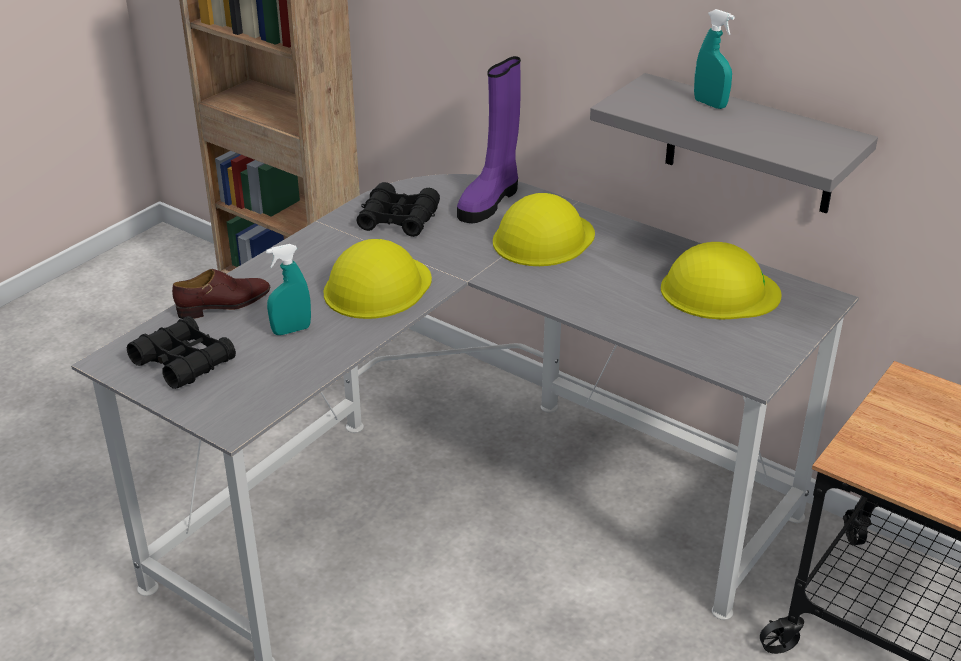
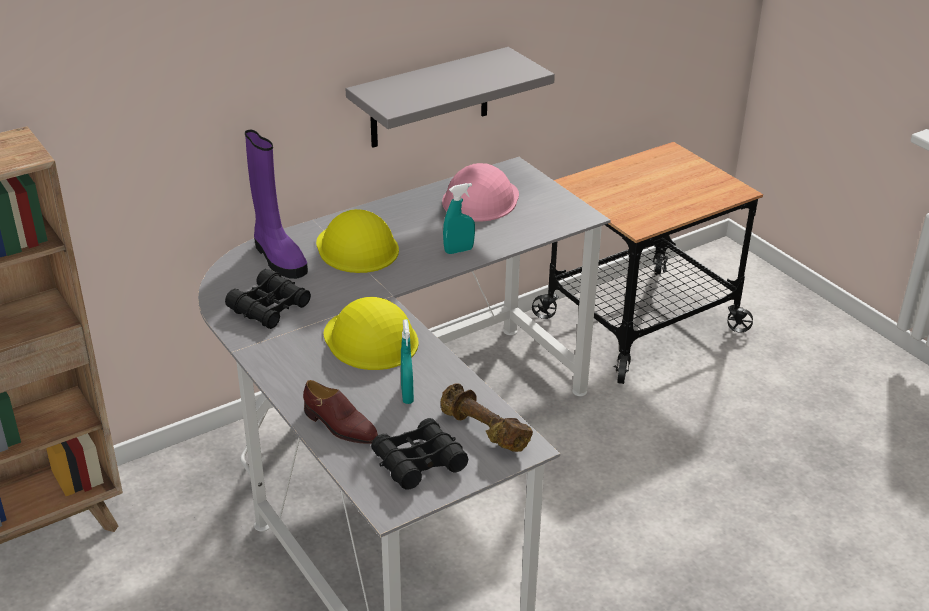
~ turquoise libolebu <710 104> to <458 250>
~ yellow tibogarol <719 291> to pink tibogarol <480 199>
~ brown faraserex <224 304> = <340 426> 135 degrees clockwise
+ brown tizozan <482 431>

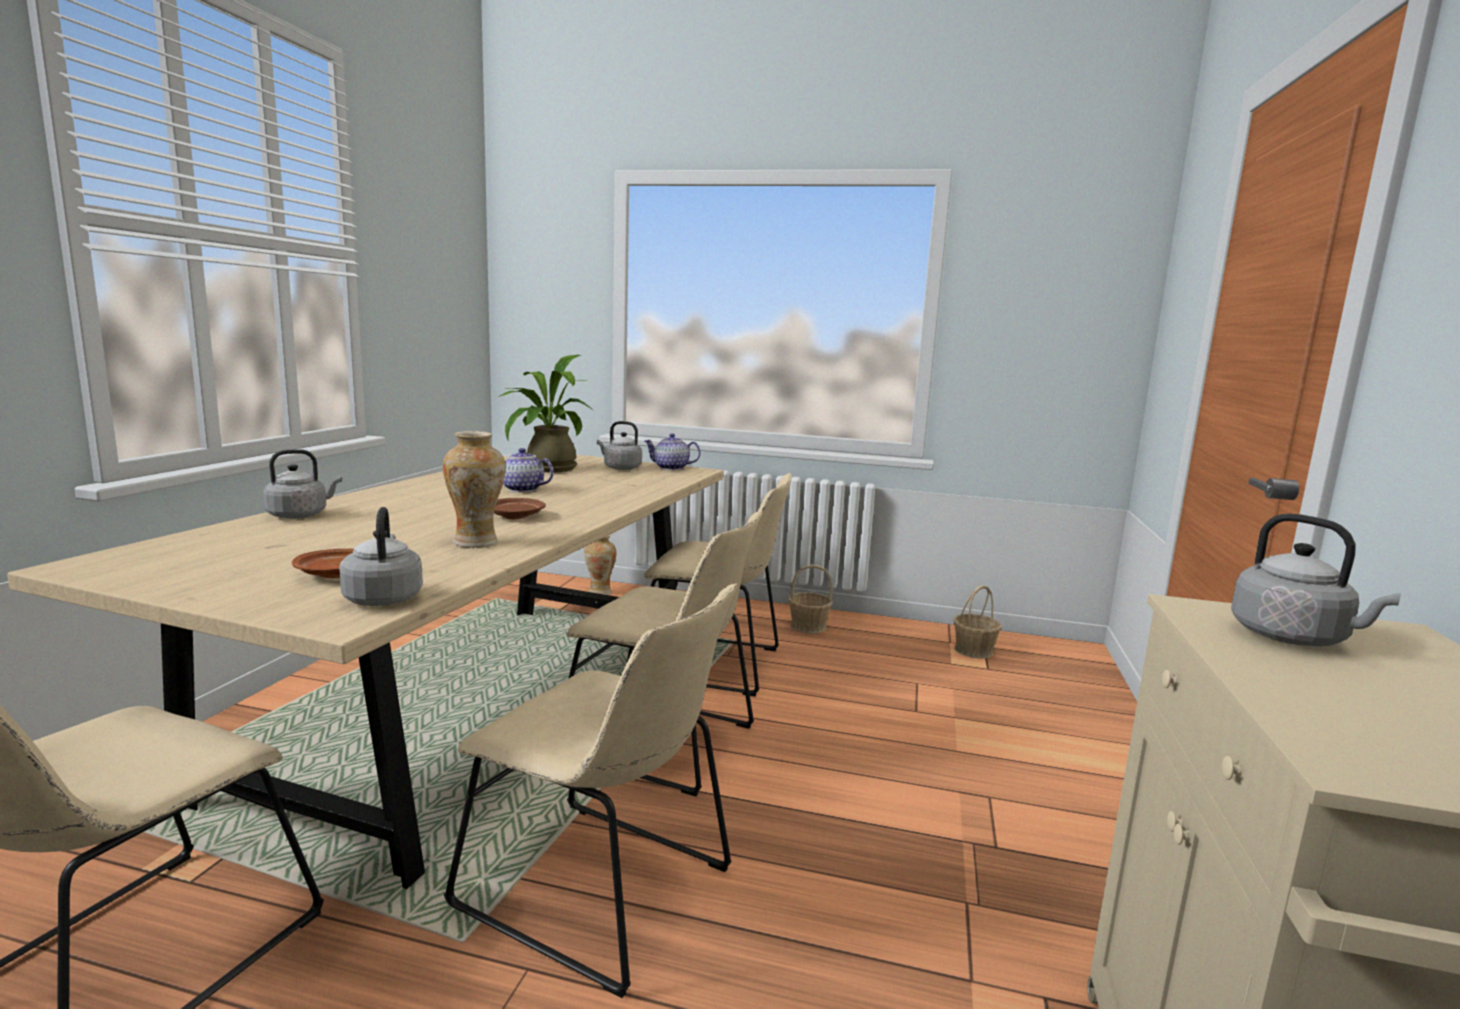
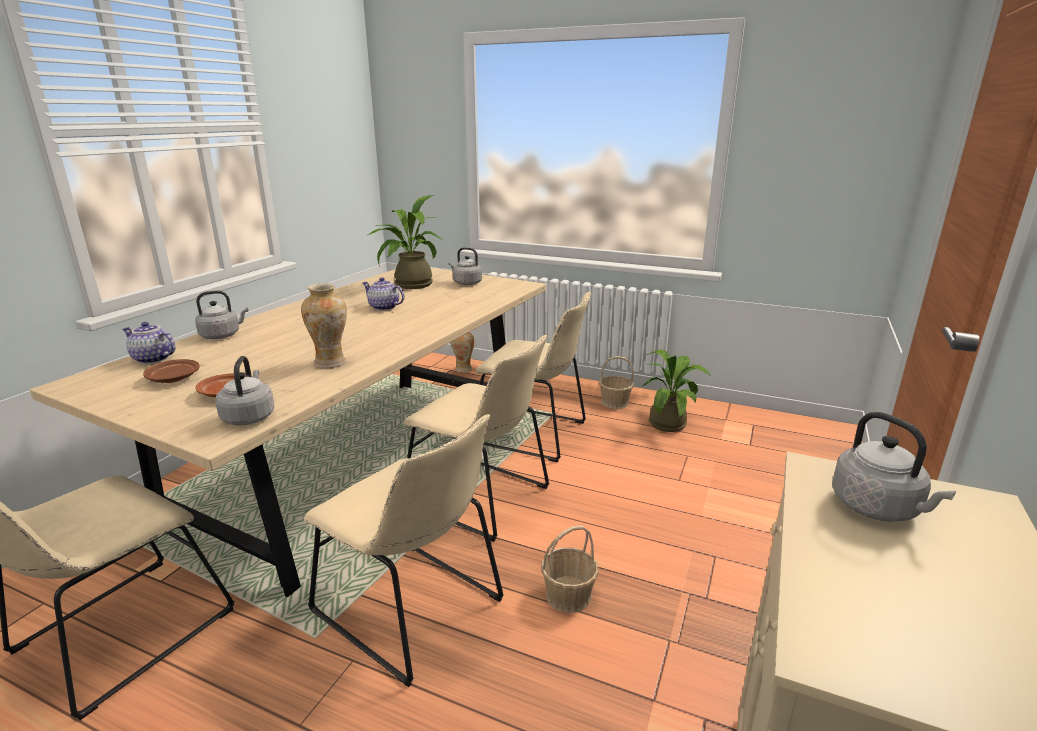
~ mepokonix <670 468> to <152 359>
~ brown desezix <515 516> to <173 378>
~ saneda <974 650> to <569 595>
+ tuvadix <670 422>

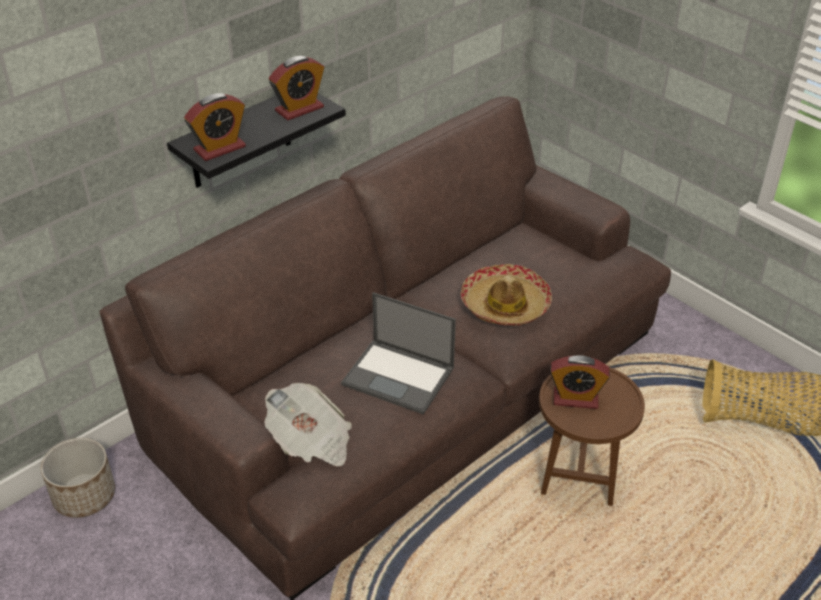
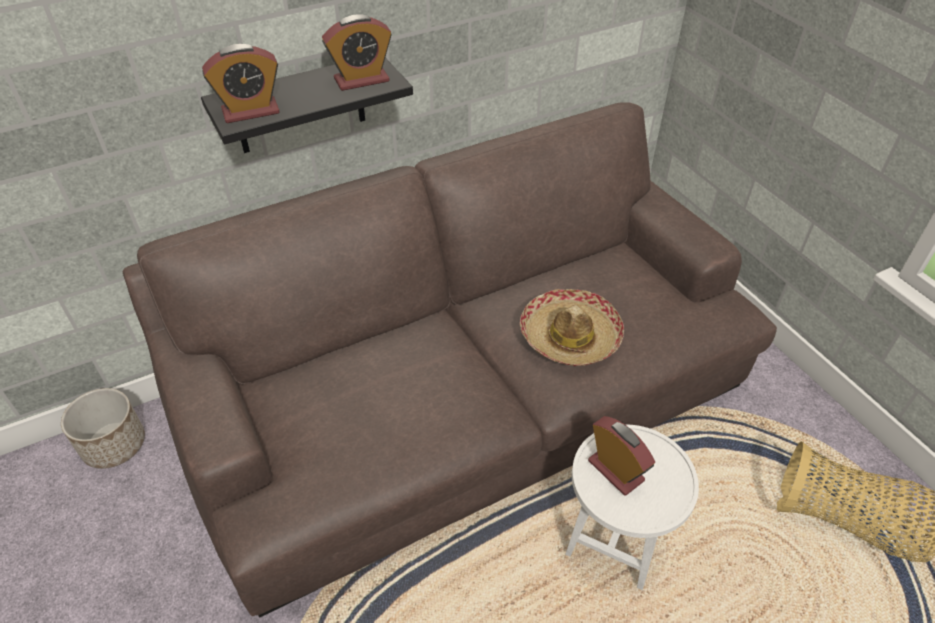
- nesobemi <399 376>
~ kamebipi <575 399> = <615 470> 150 degrees counterclockwise
~ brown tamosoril <579 477> to white tamosoril <614 543>
- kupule <311 441>

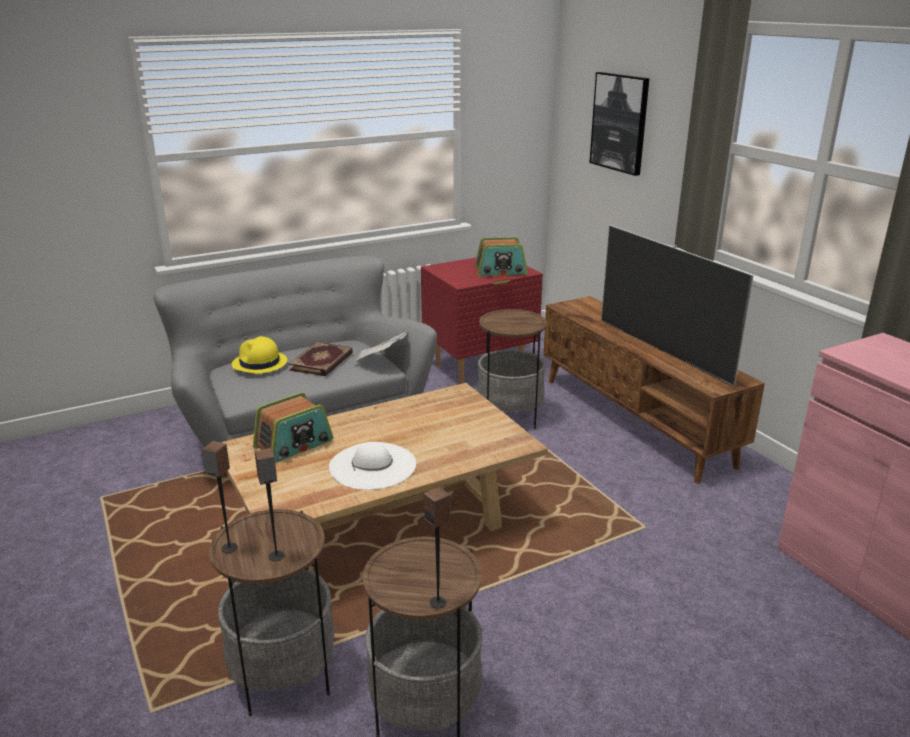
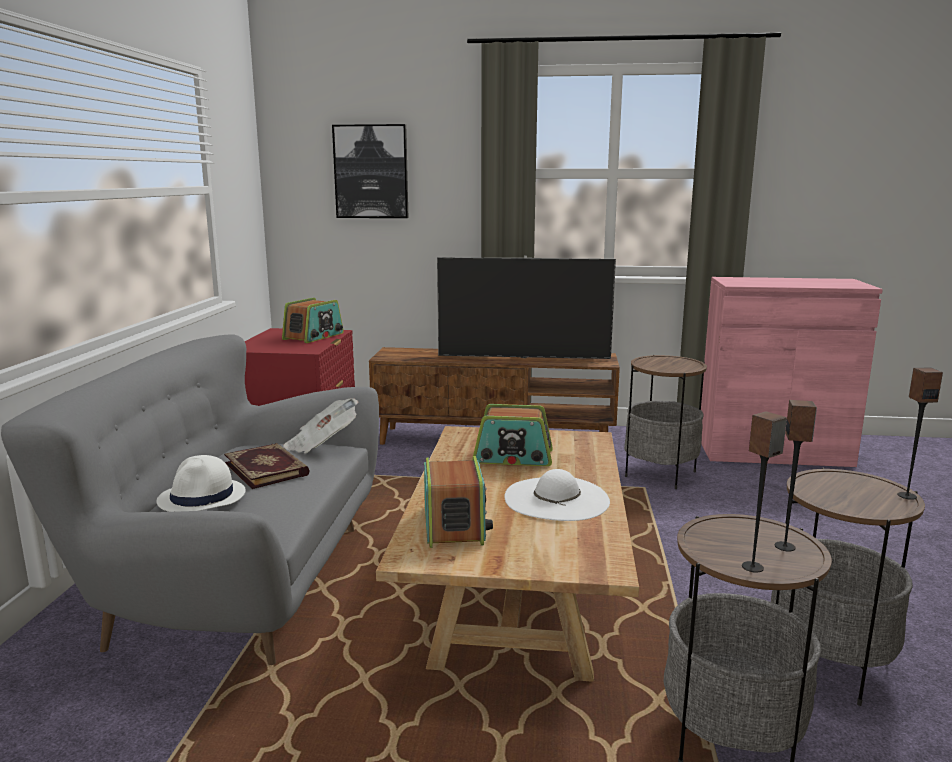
~ tamosoril <509 417> to <660 474>
~ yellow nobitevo <259 363> to white nobitevo <202 497>
+ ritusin <513 457>

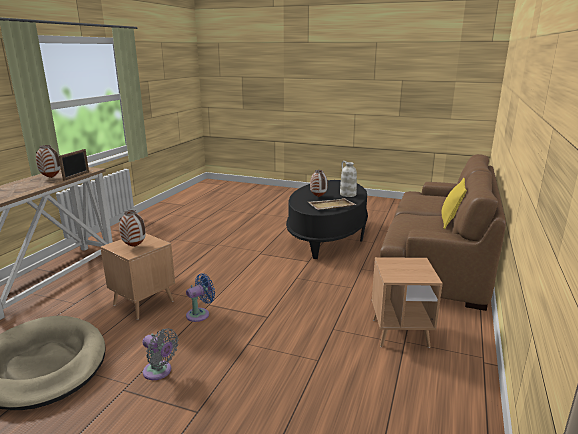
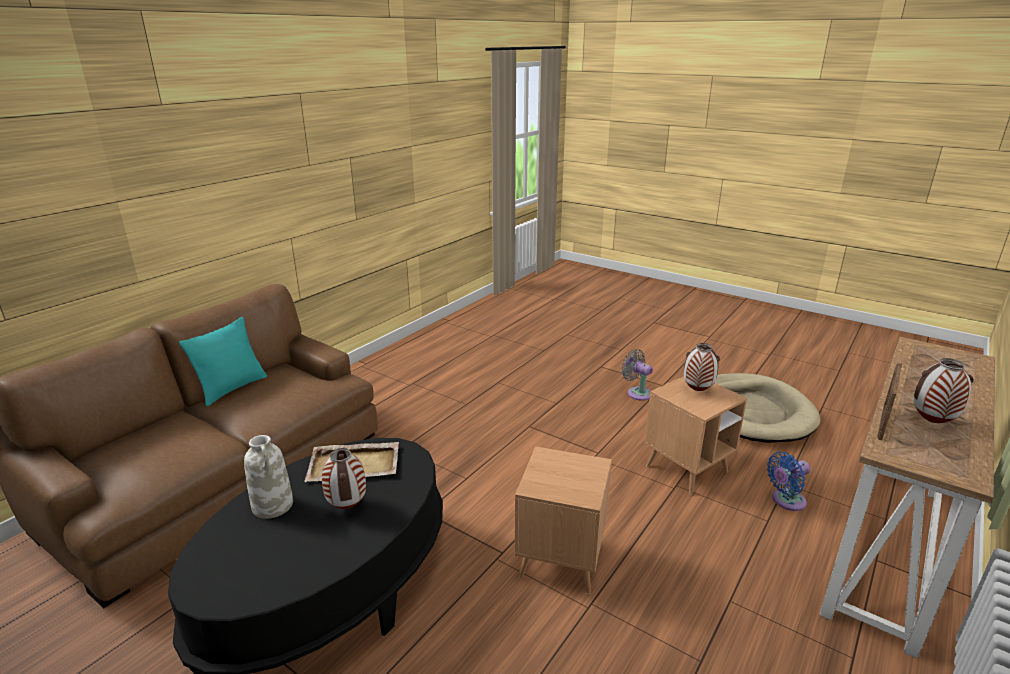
~ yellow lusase <450 222> to turquoise lusase <232 388>
~ brown tamosoril <400 333> to <561 560>
~ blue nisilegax <200 314> to <785 501>

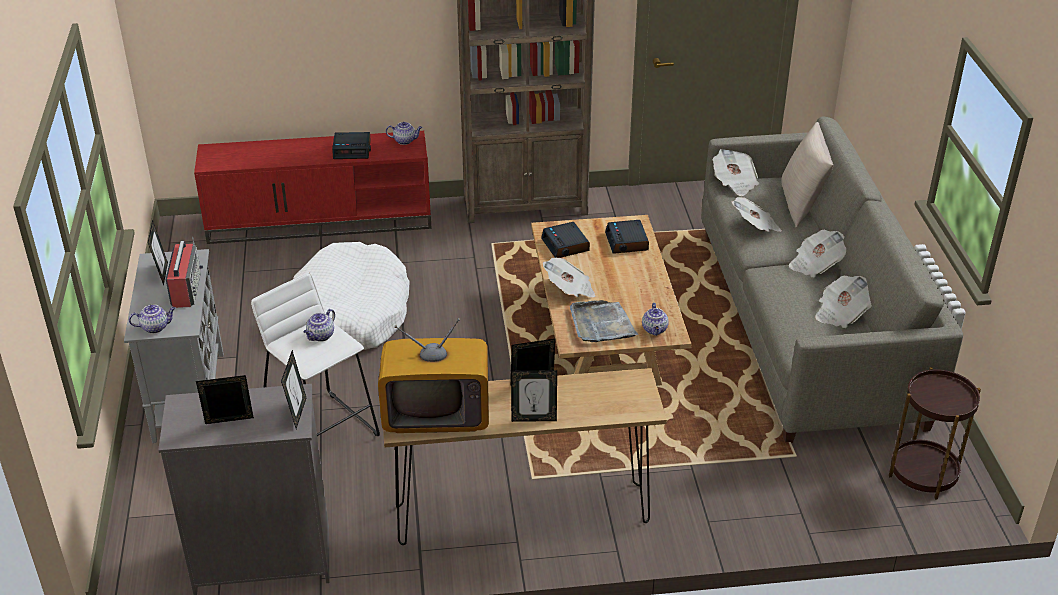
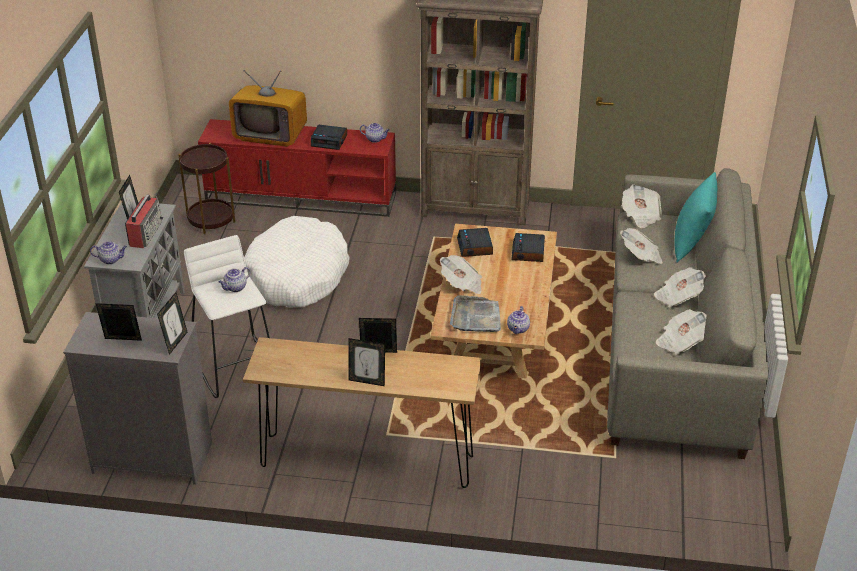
~ beige lusase <801 205> to turquoise lusase <691 243>
~ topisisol <436 412> to <270 134>
~ brown tamosoril <923 473> to <211 220>

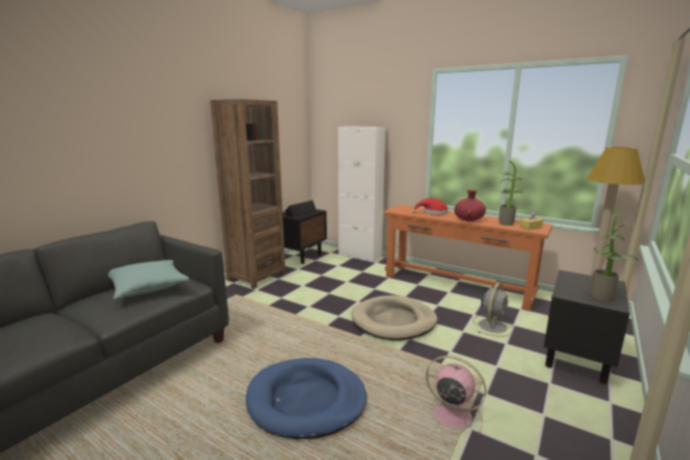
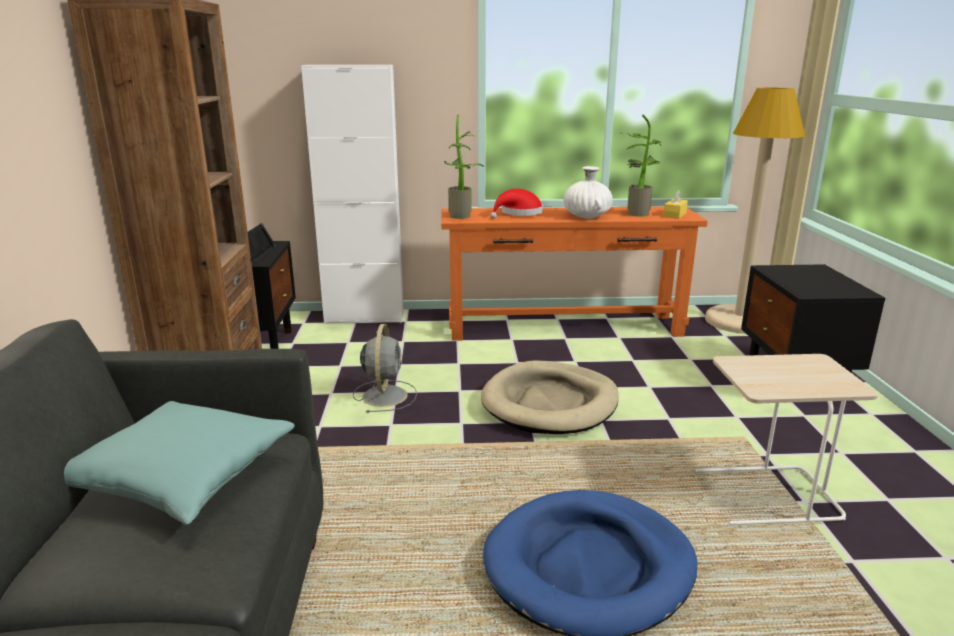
~ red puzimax <469 220> to white puzimax <586 216>
~ tuvadix <604 298> to <463 216>
~ grey nisilegax <492 325> to <385 395>
~ pink nisilegax <450 414> to beige tamosoril <767 496>

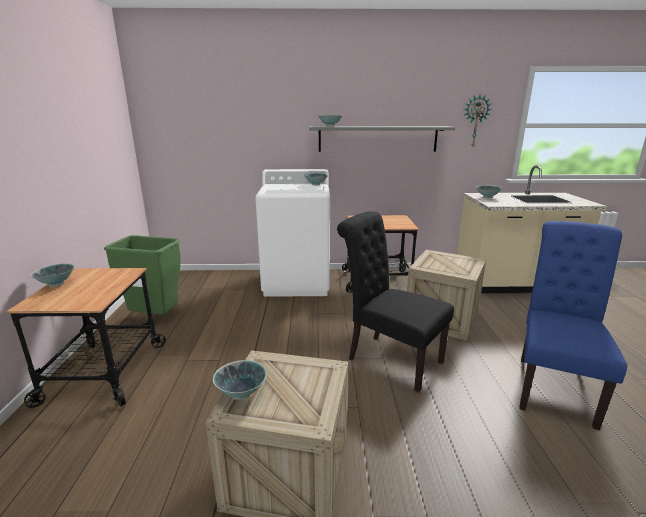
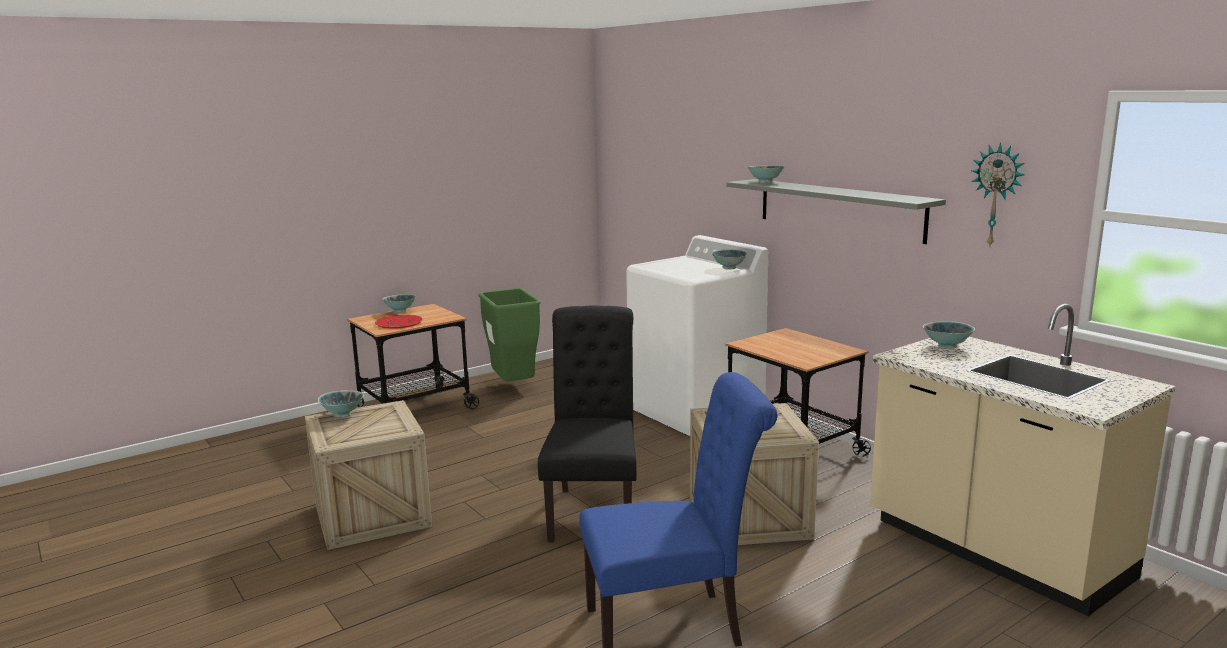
+ red desezix <399 322>

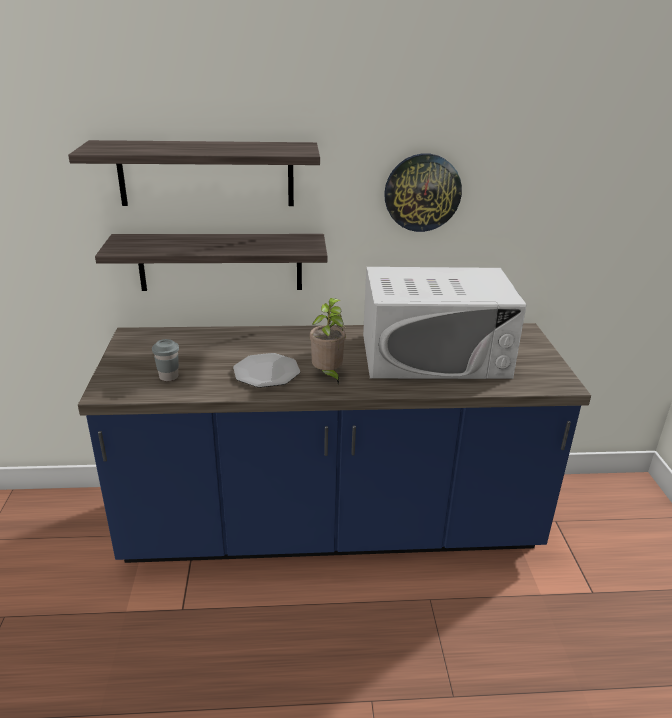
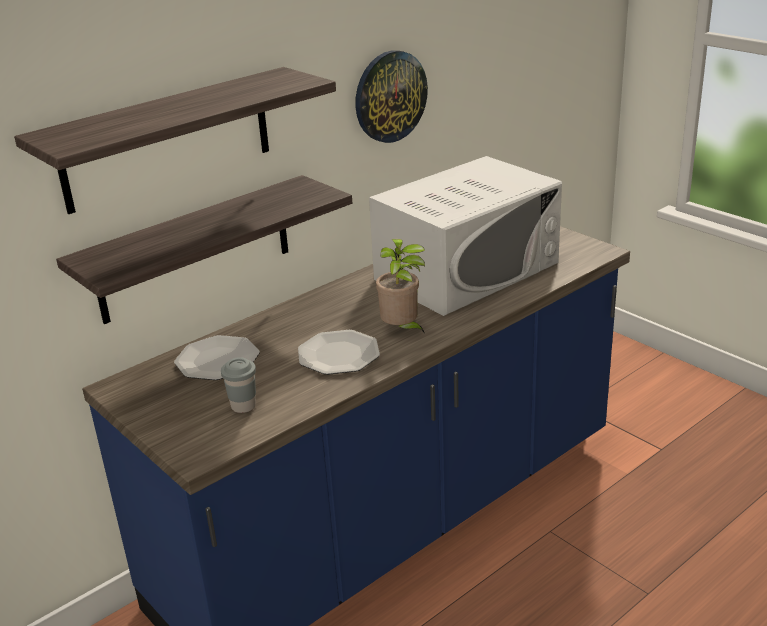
+ desezix <217 360>

